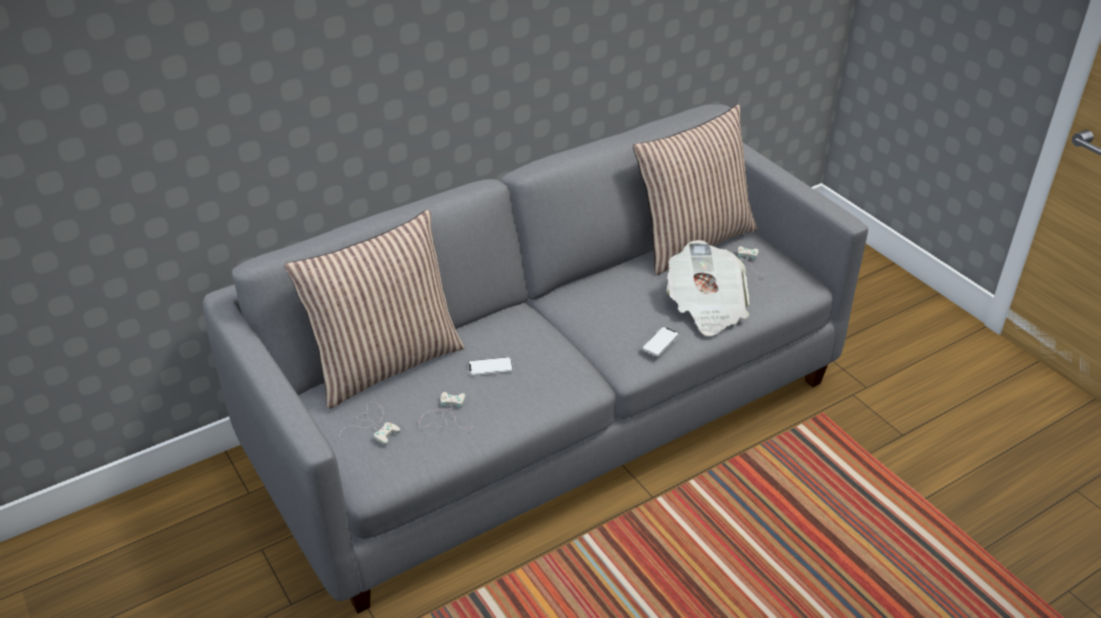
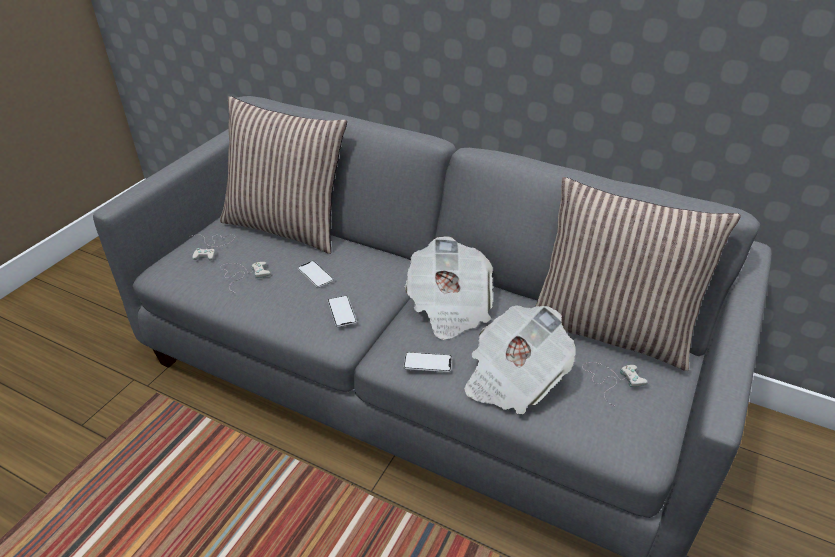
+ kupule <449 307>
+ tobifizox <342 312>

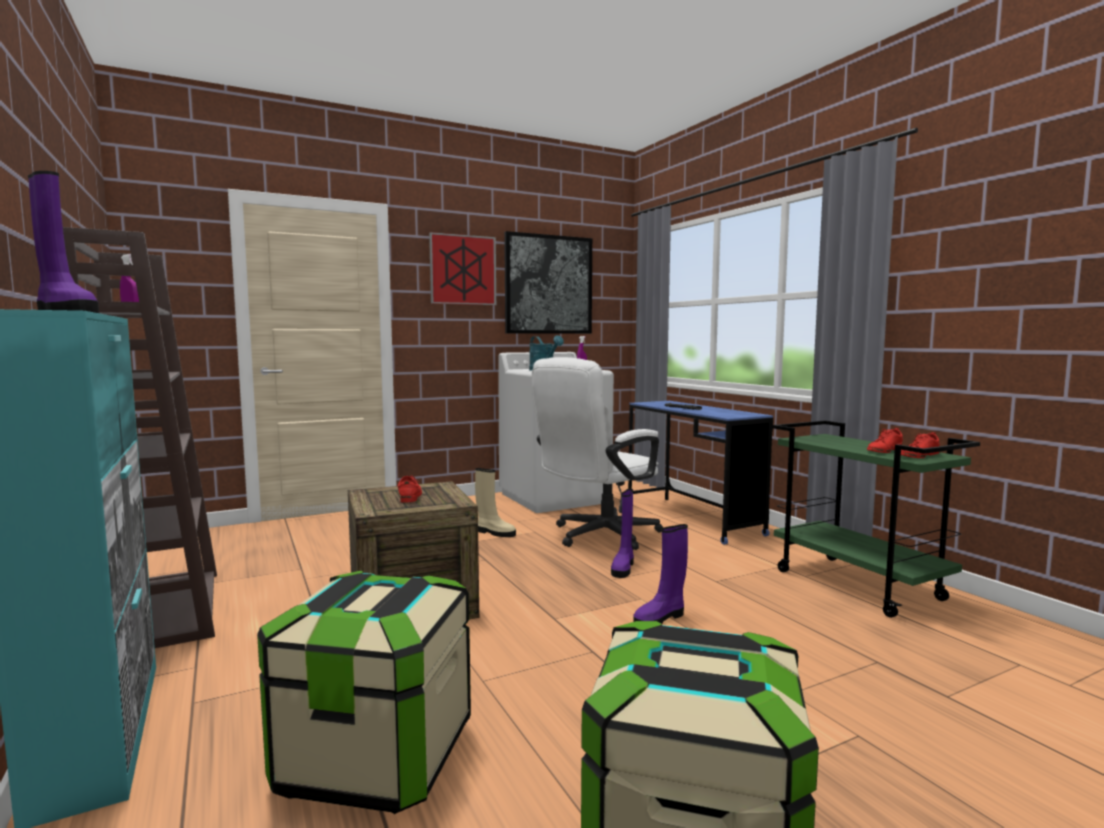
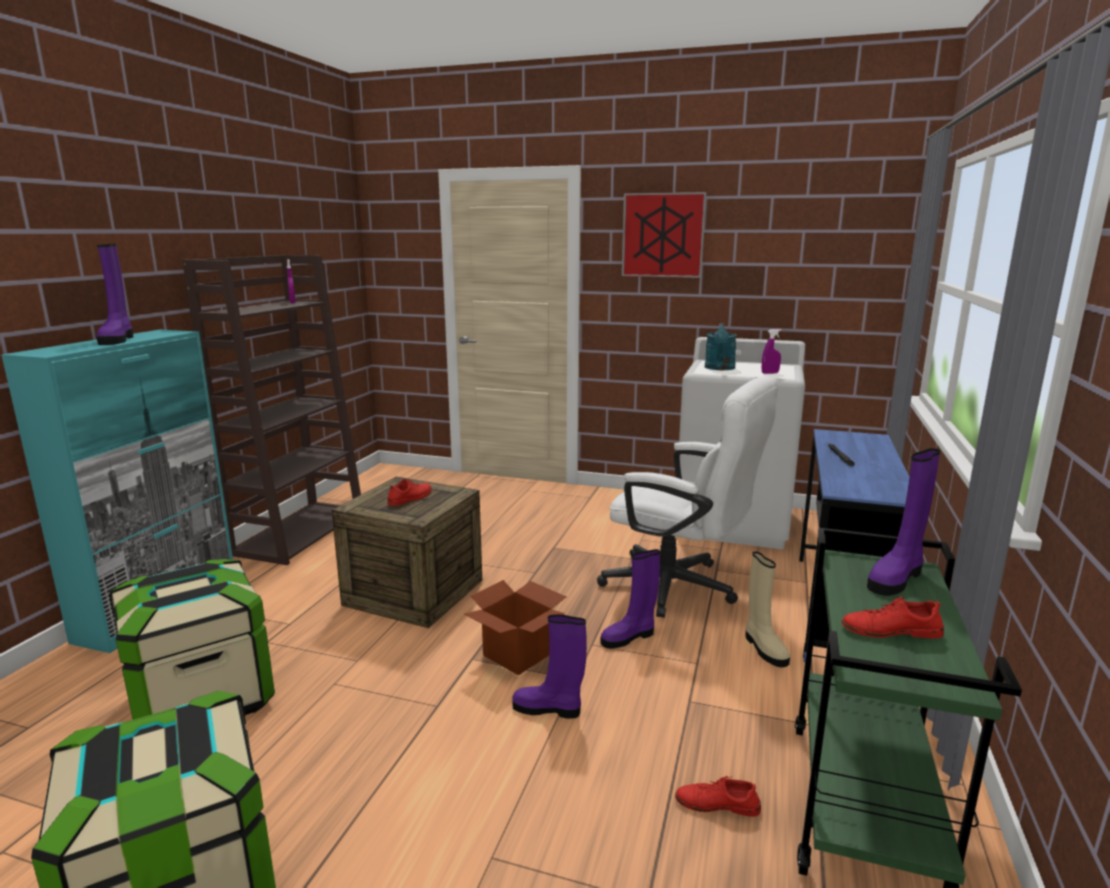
- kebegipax <548 285>
~ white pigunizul <597 536> = <680 588> 150 degrees counterclockwise
~ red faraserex <919 455> to <717 804>
~ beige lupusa <495 533> to <764 648>
+ purple lupusa <896 578>
+ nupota <517 654>

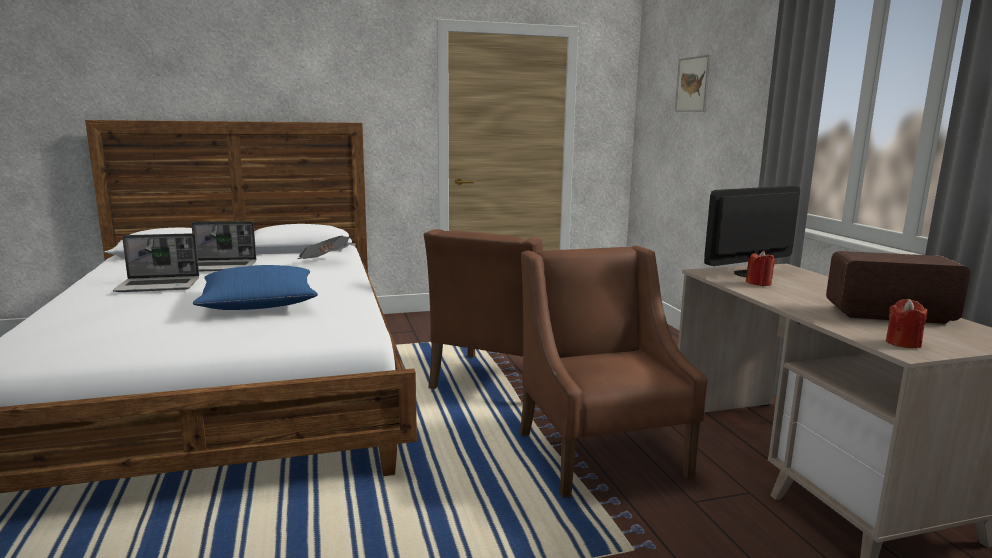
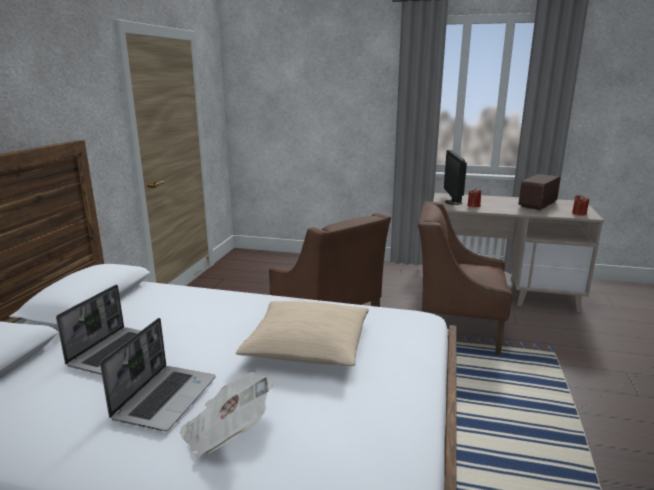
- kebegipax <693 84>
~ kupule <324 262> to <226 432>
~ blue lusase <259 303> to beige lusase <307 346>

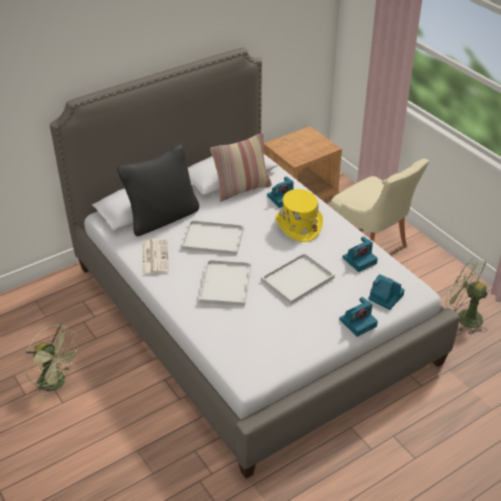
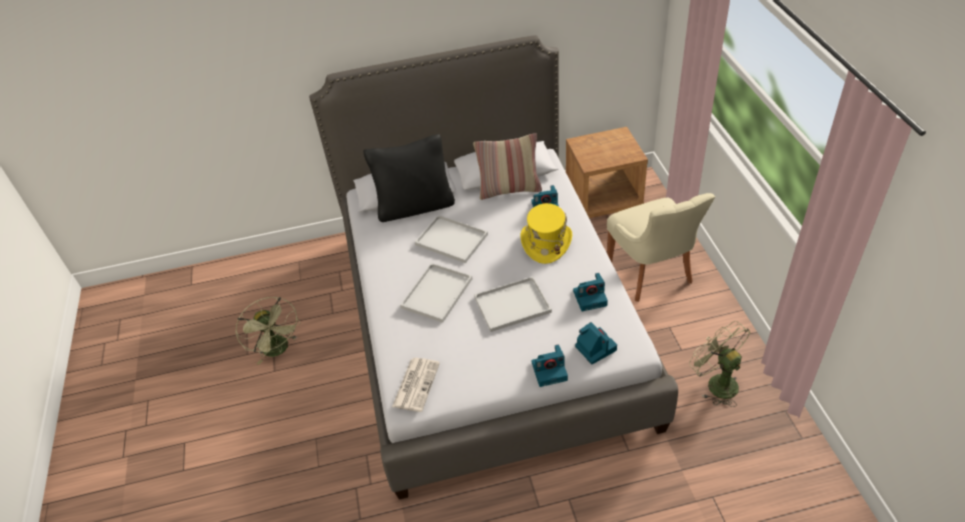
~ kupule <154 257> to <416 384>

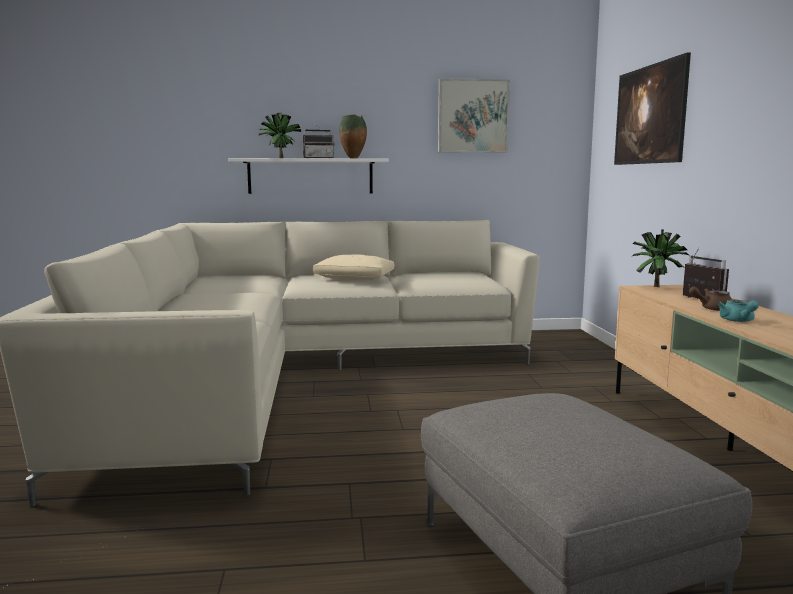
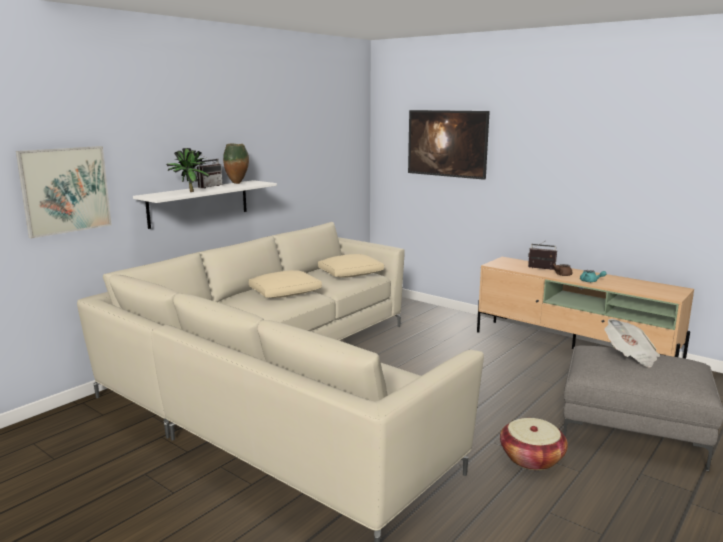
~ kebegipax <473 116> to <65 190>
- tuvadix <656 286>
+ beige lusase <351 274>
+ kupule <630 356>
+ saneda <531 458>

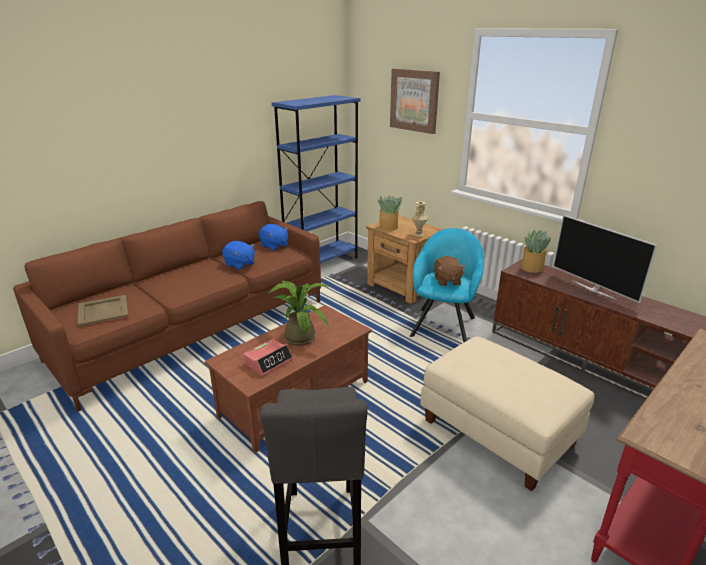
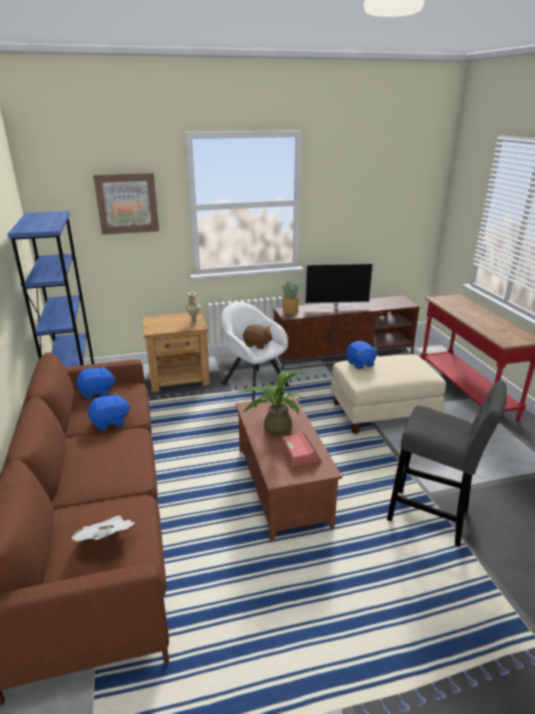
- tuvadix <388 227>
~ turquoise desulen <444 324> to white desulen <253 383>
~ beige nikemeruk <103 310> to kupule <107 539>
+ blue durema <360 363>

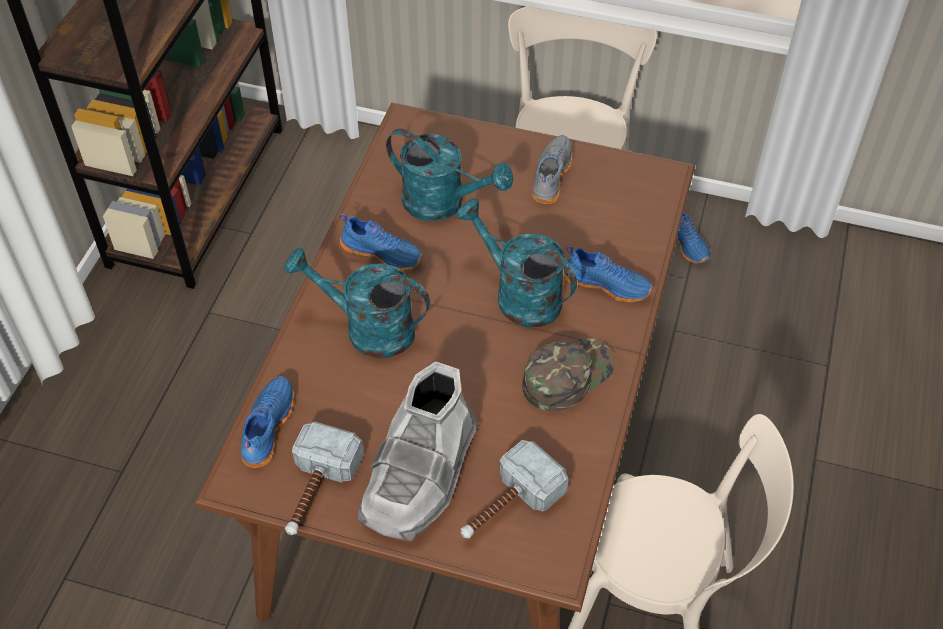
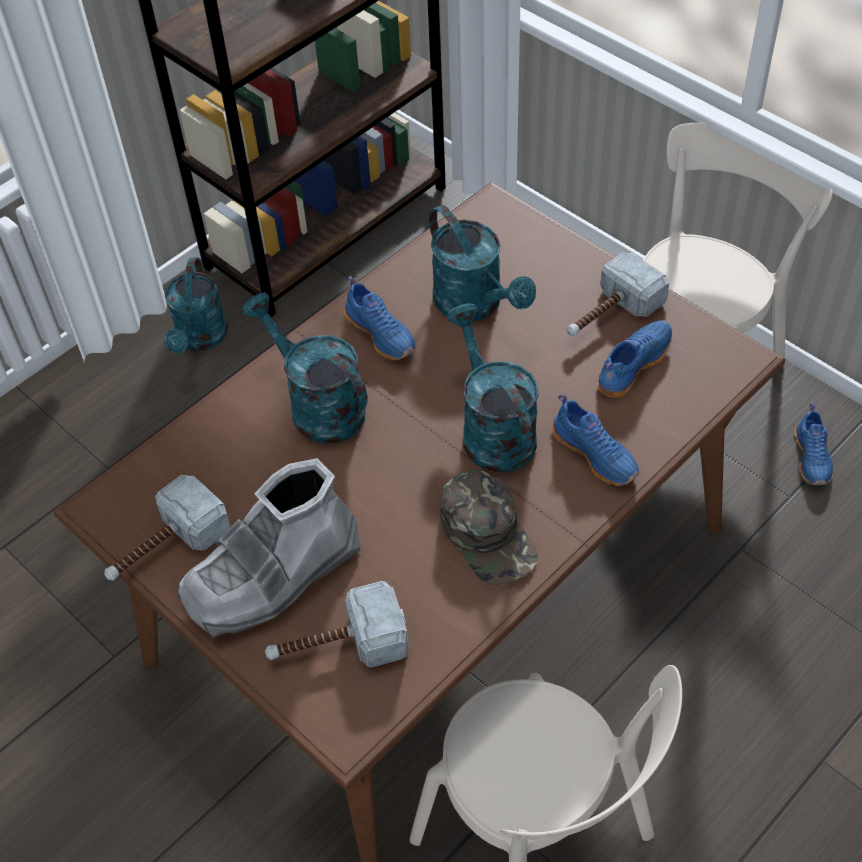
~ grey faraserex <550 176> to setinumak <608 314>
~ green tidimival <567 375> = <489 534> 75 degrees clockwise
~ blue faraserex <266 427> to <632 364>
+ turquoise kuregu <200 339>

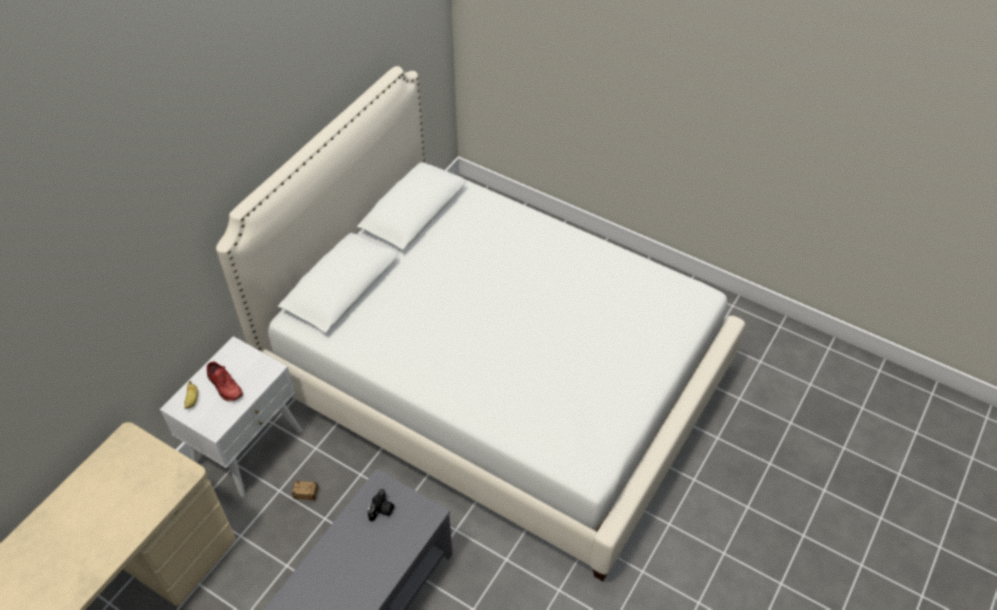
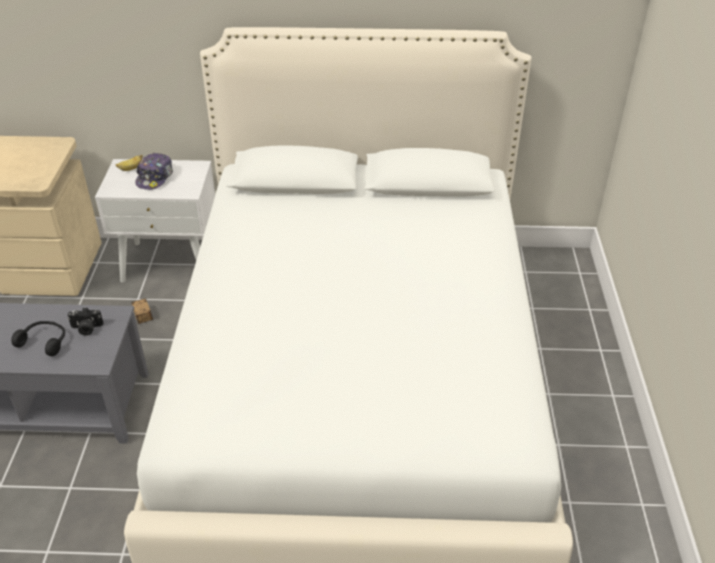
~ red faraserex <224 386> to tidimival <155 177>
+ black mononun <44 341>

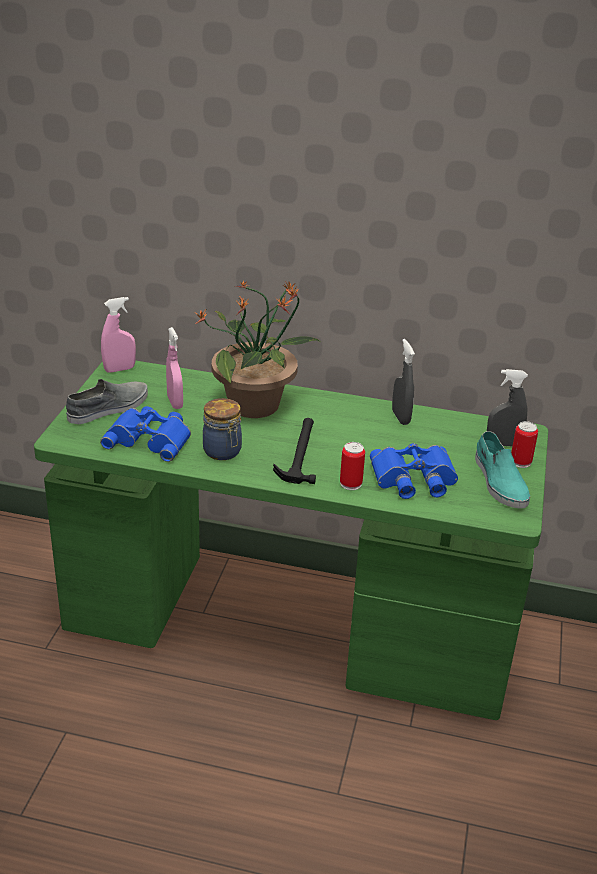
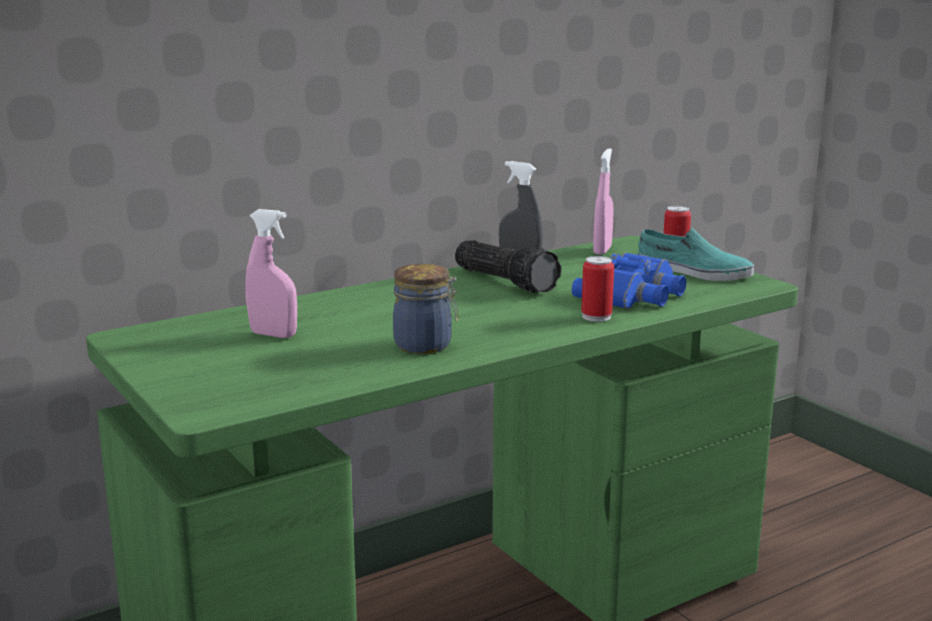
- tuvadix <255 404>
~ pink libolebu <119 369> to <602 250>
- grey libolebu <502 444>
- grey faraserex <109 408>
- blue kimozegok <150 438>
- setinumak <300 452>
+ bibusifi <506 281>

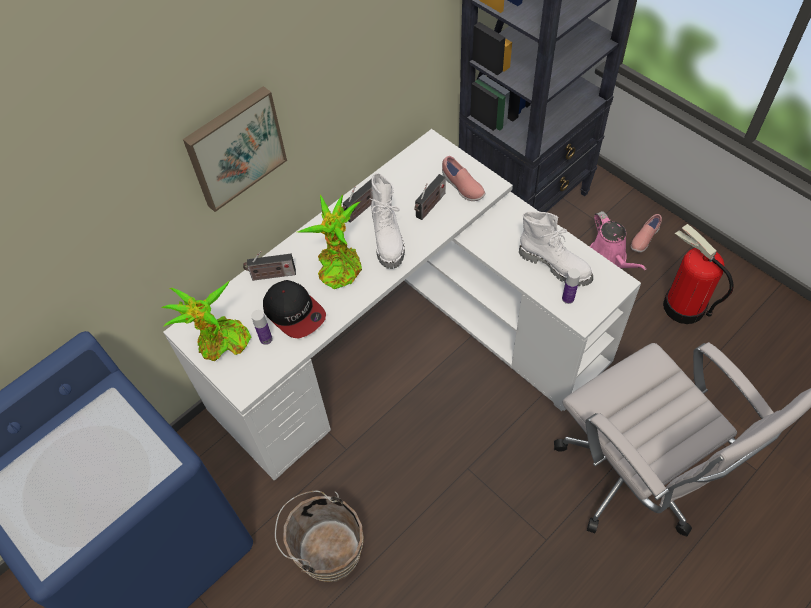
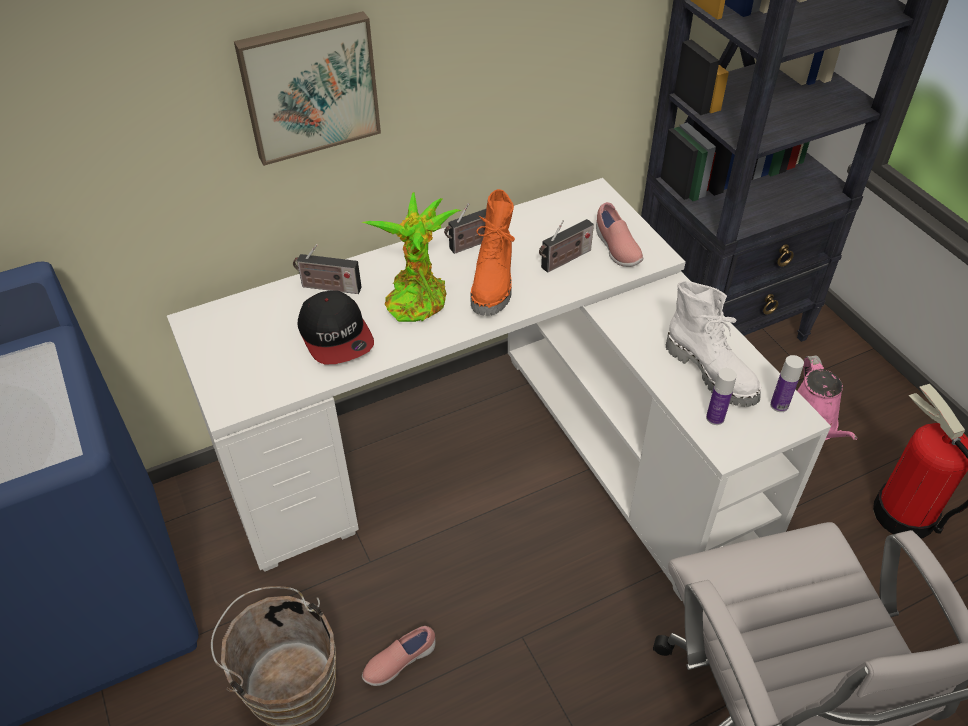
~ white lupusa <388 239> to orange lupusa <494 284>
~ pink faraserex <644 239> to <399 661>
- tuvadix <220 343>
~ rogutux <266 339> to <779 405>

